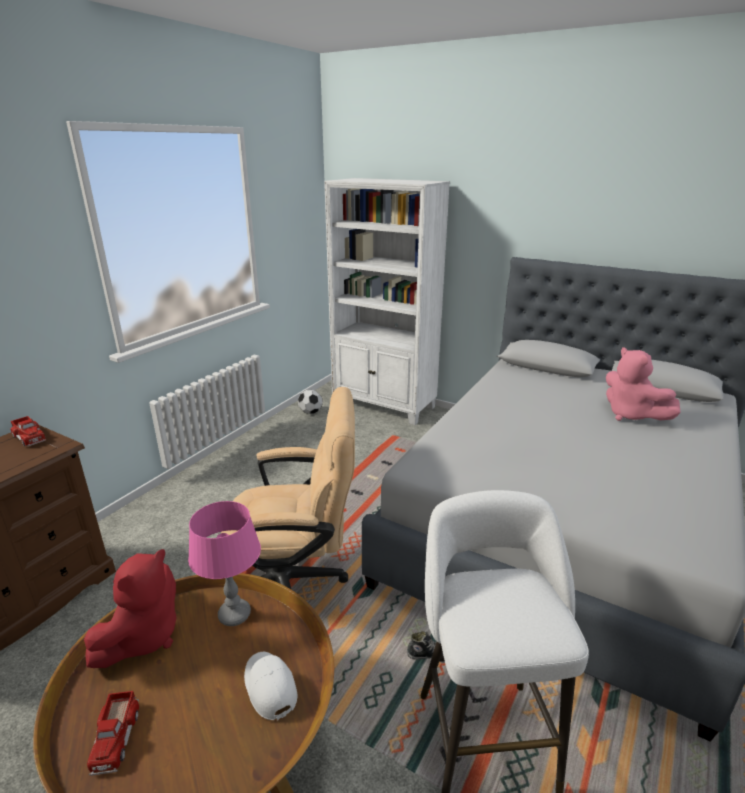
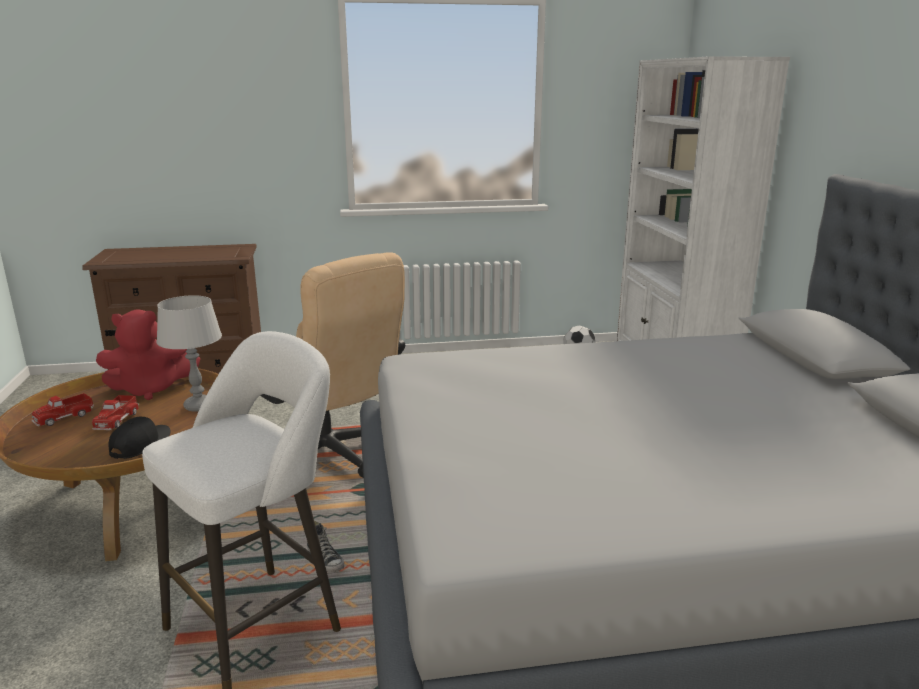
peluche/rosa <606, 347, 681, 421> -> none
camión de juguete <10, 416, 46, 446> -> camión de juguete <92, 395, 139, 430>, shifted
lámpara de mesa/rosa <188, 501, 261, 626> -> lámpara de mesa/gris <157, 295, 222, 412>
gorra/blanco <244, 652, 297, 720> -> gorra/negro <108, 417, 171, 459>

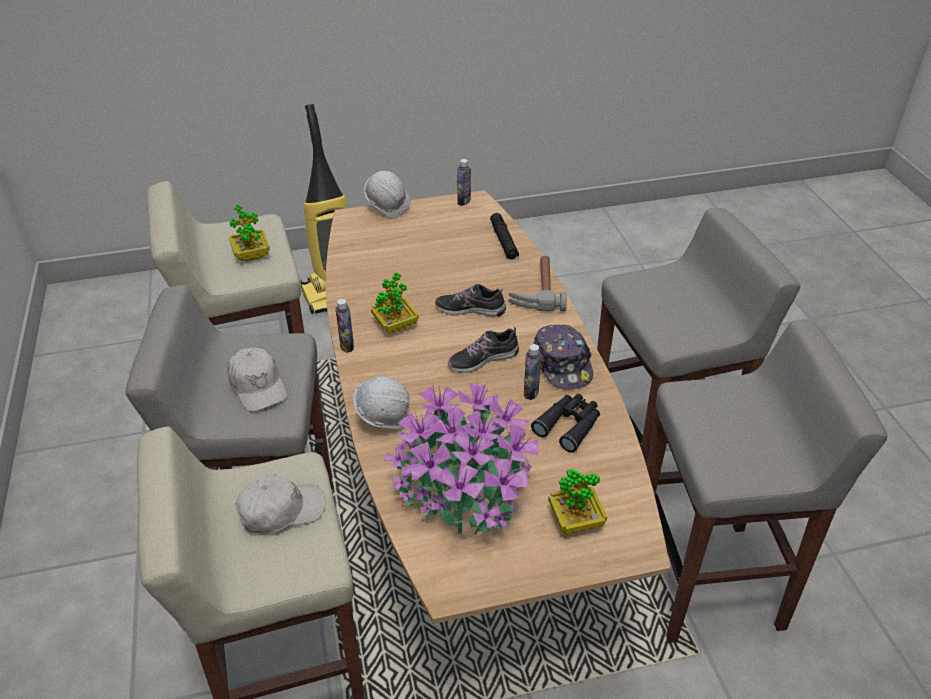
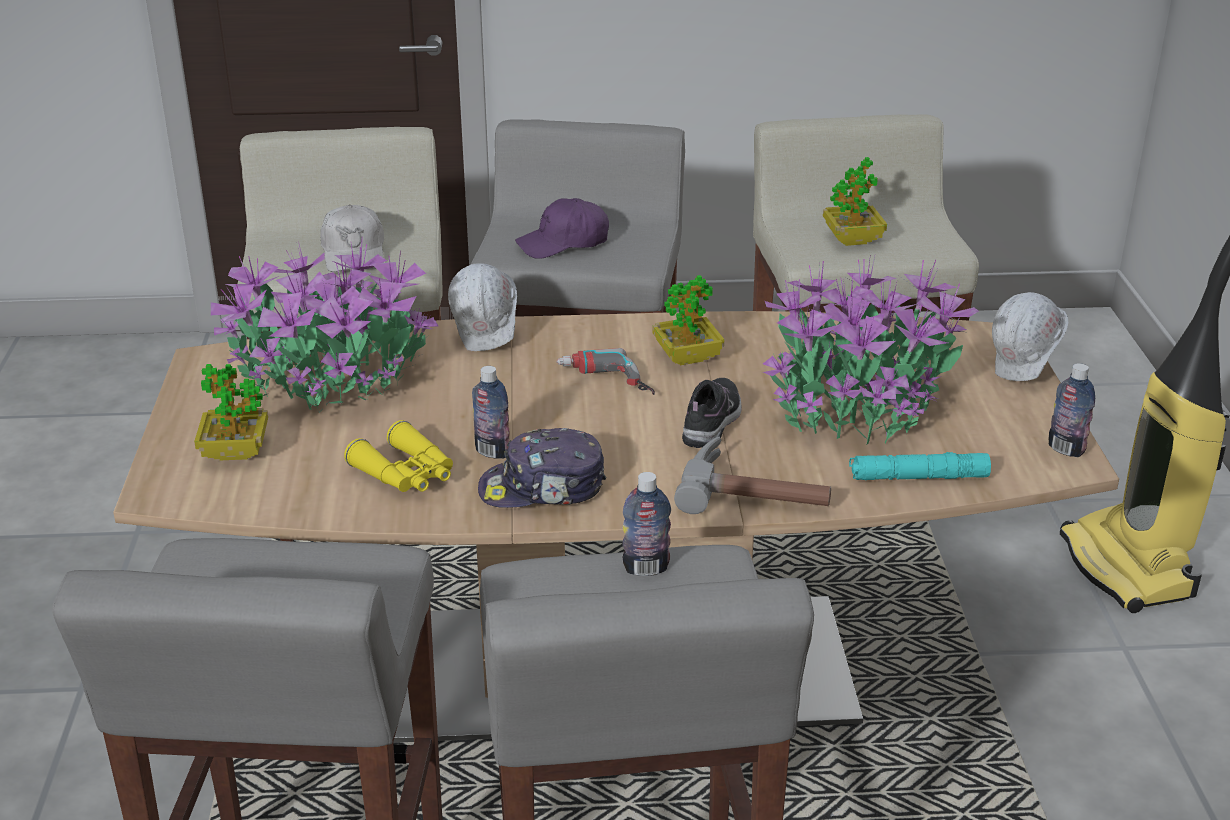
zapato <448, 327, 519, 373> -> none
none -> taladro <556, 348, 655, 395>
none -> planta en maceta <763, 256, 979, 444>
botella <335, 299, 354, 353> -> botella <622, 472, 671, 576>, shifted
gorra/blanco <228, 348, 287, 412> -> gorra/morado <515, 198, 609, 259>
linterna/negro <490, 213, 519, 259> -> linterna/turquesa <849, 452, 991, 480>
prismáticos/negro <531, 394, 600, 453> -> prismáticos/amarillo <344, 420, 453, 492>

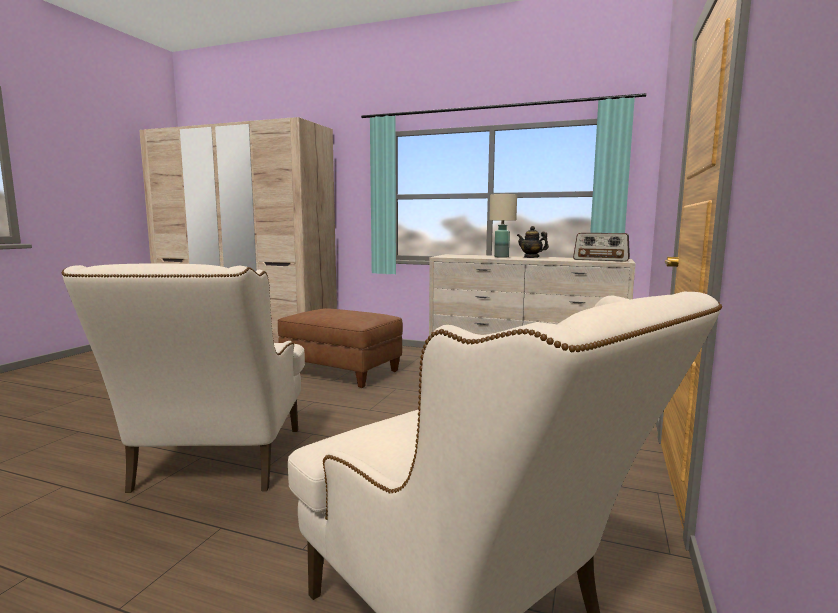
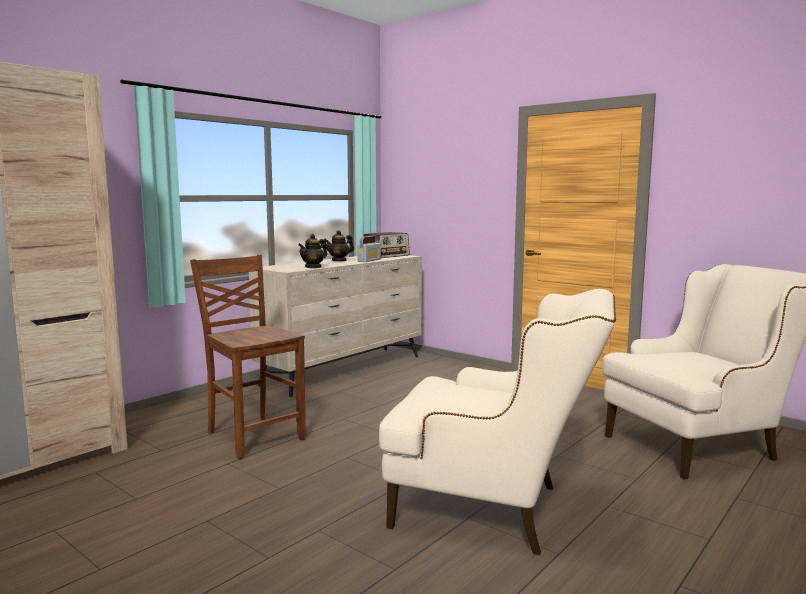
lámpara de mesa/beis <489, 194, 517, 258> -> none
none -> tetera <298, 234, 327, 268>
none -> radio <357, 236, 381, 262>
puf/marrón <278, 308, 403, 388> -> silla/marrón <190, 255, 306, 459>

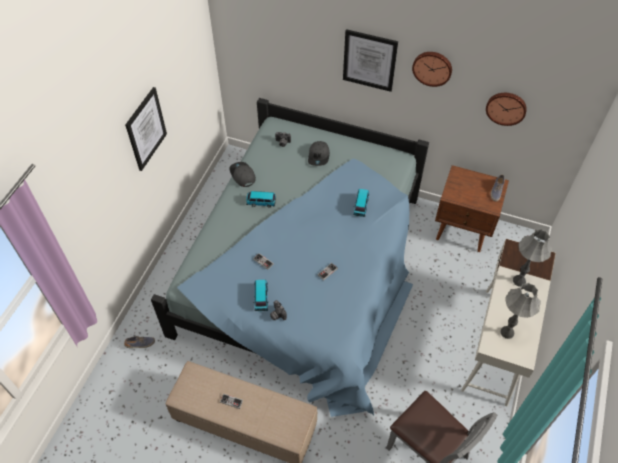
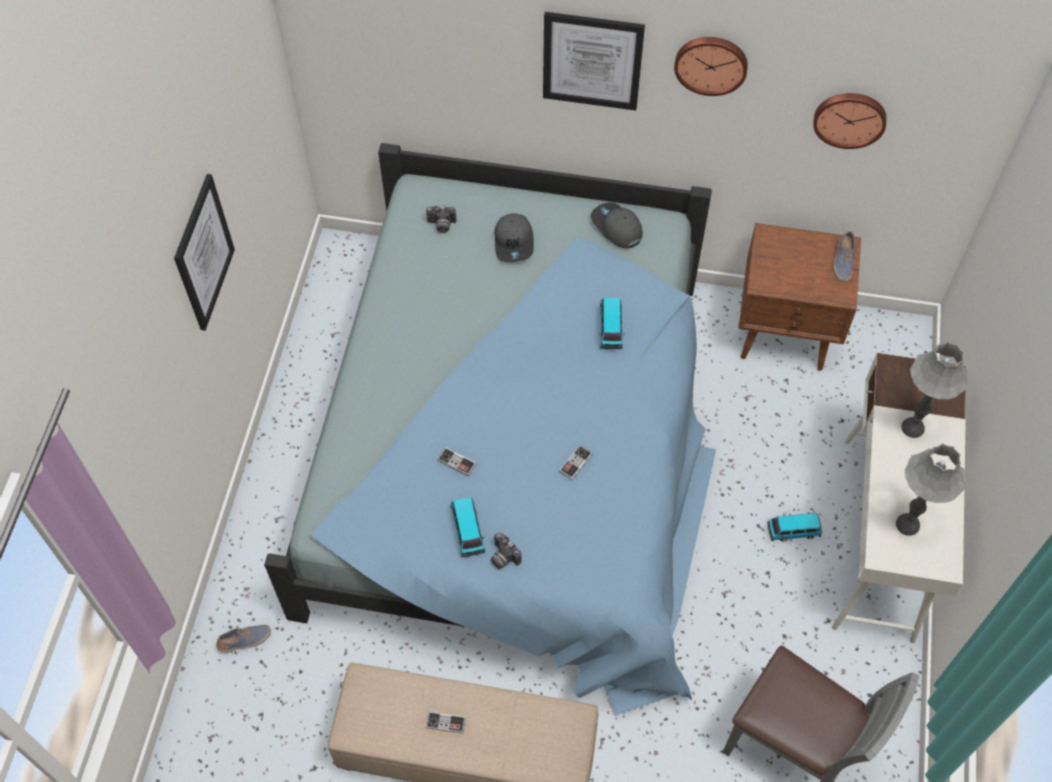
gorra/gris <229, 162, 256, 187> -> gorra/gris <591, 202, 643, 248>, shifted
coche de juguete <246, 191, 276, 208> -> coche de juguete <767, 513, 822, 542>, shifted

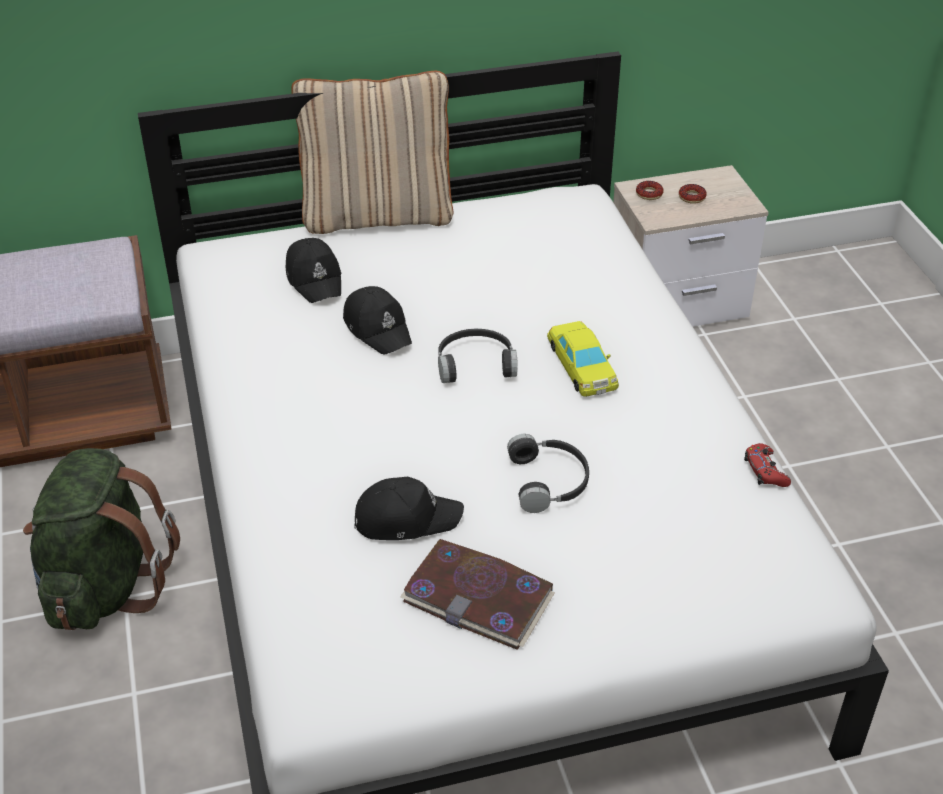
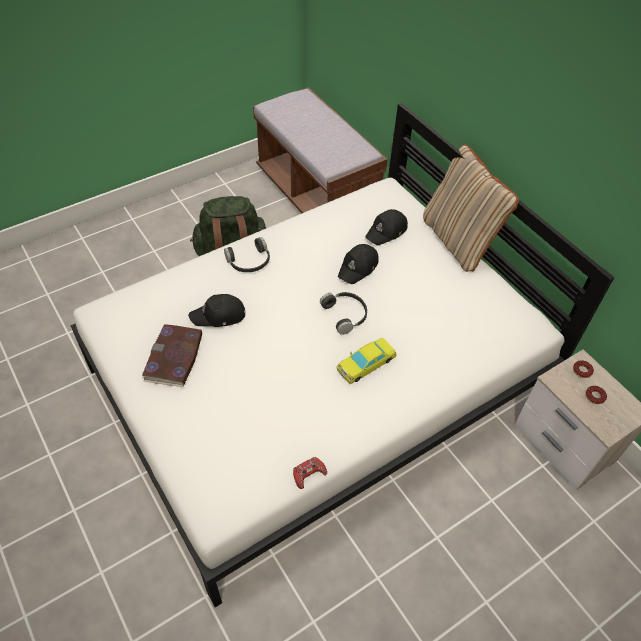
auriculares/negro <507, 434, 589, 513> -> auriculares/negro <224, 237, 270, 272>, shifted
gorra/negro <354, 477, 464, 540> -> gorra/negro <188, 294, 245, 327>, 105 degrees clockwise

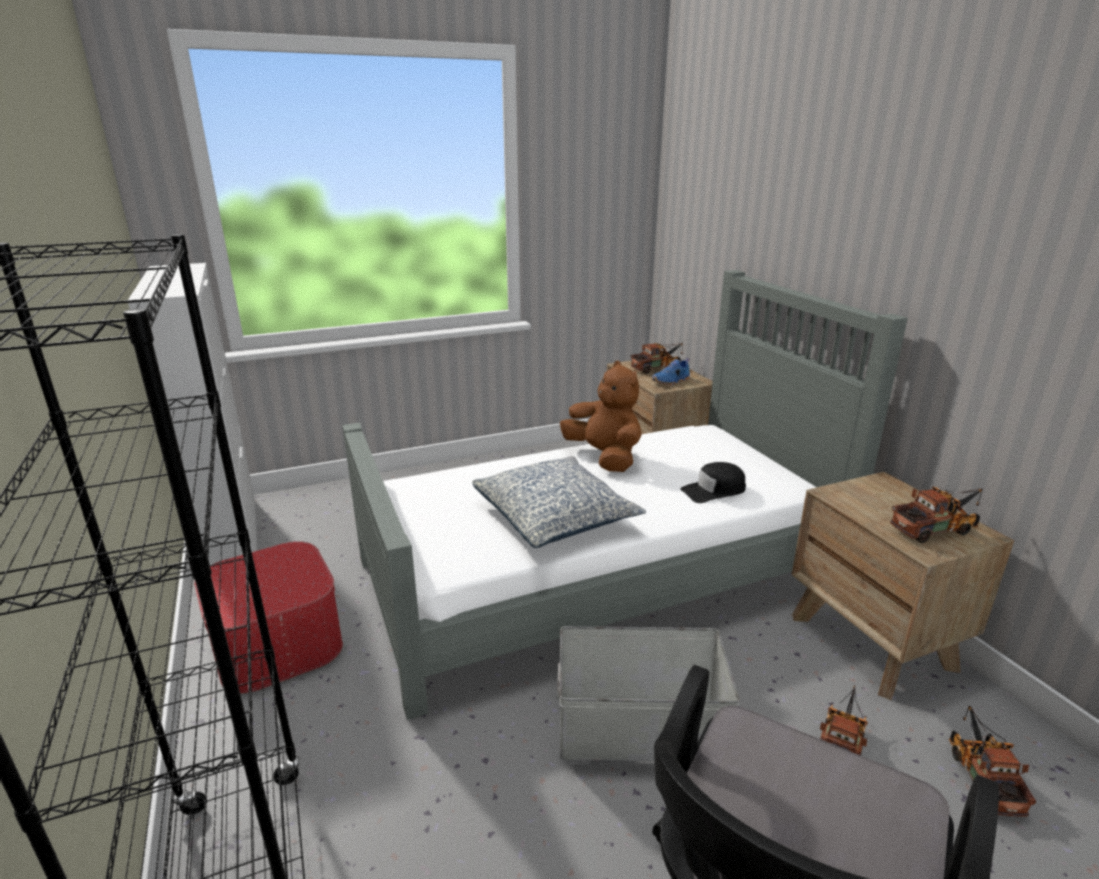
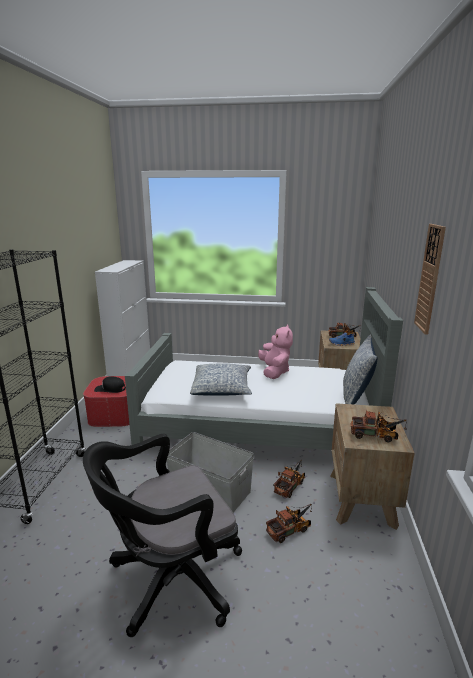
none -> cojín <343, 334, 378, 405>
none -> reloj de pared <414, 224, 446, 335>
gorra/negro <680, 462, 746, 503> -> gorra/negro <94, 376, 126, 393>, shifted
camión de juguete <949, 706, 1036, 817> -> camión de juguete <273, 460, 305, 498>, shifted
peluche/marrón <560, 361, 641, 472> -> peluche/rosa <258, 325, 293, 379>

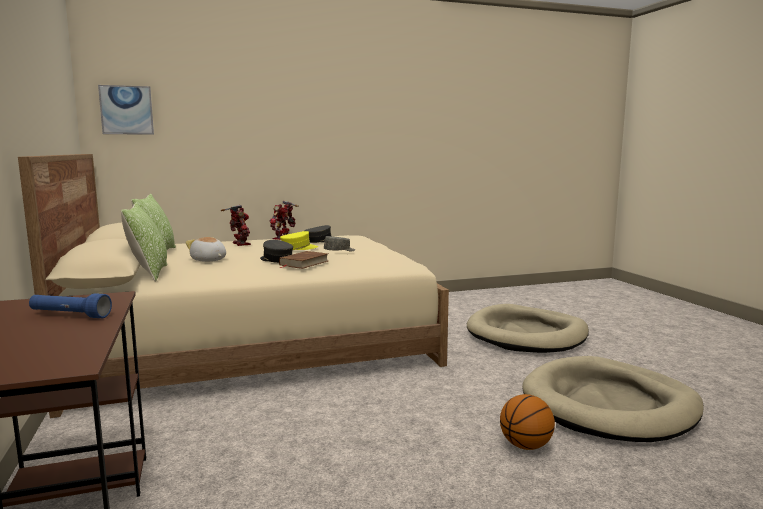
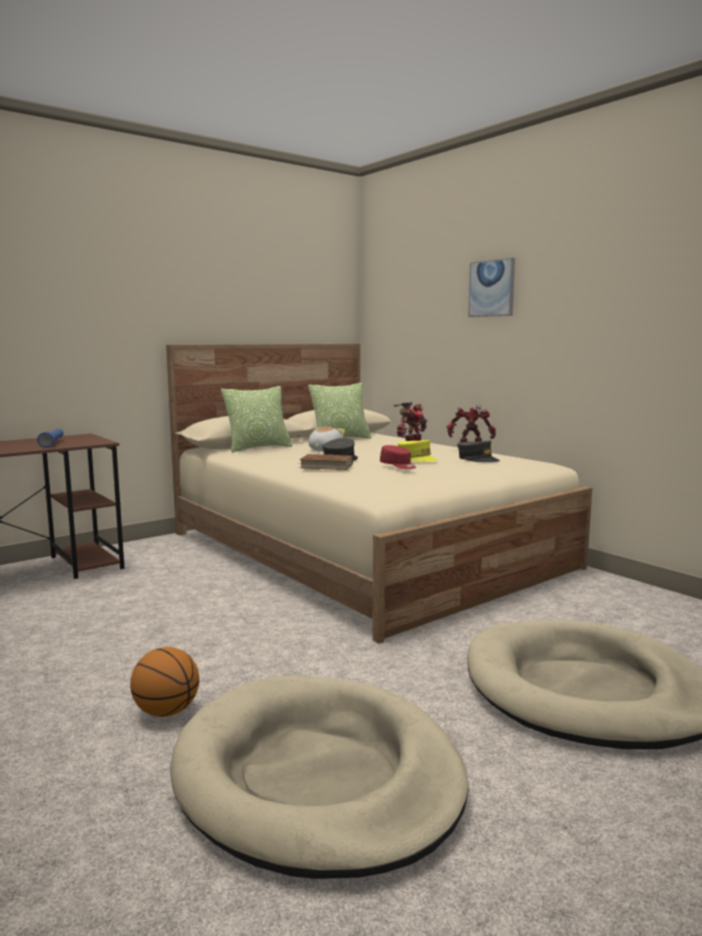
cuadro <98, 85, 154, 135> -> cuadro <468, 258, 515, 317>, shifted
gorra/gris <324, 236, 355, 251> -> gorra/rojo <380, 445, 416, 469>

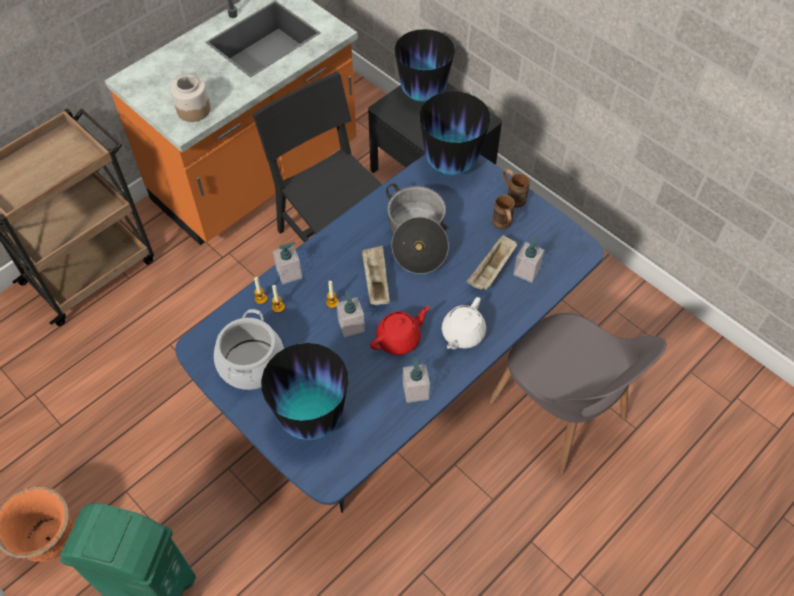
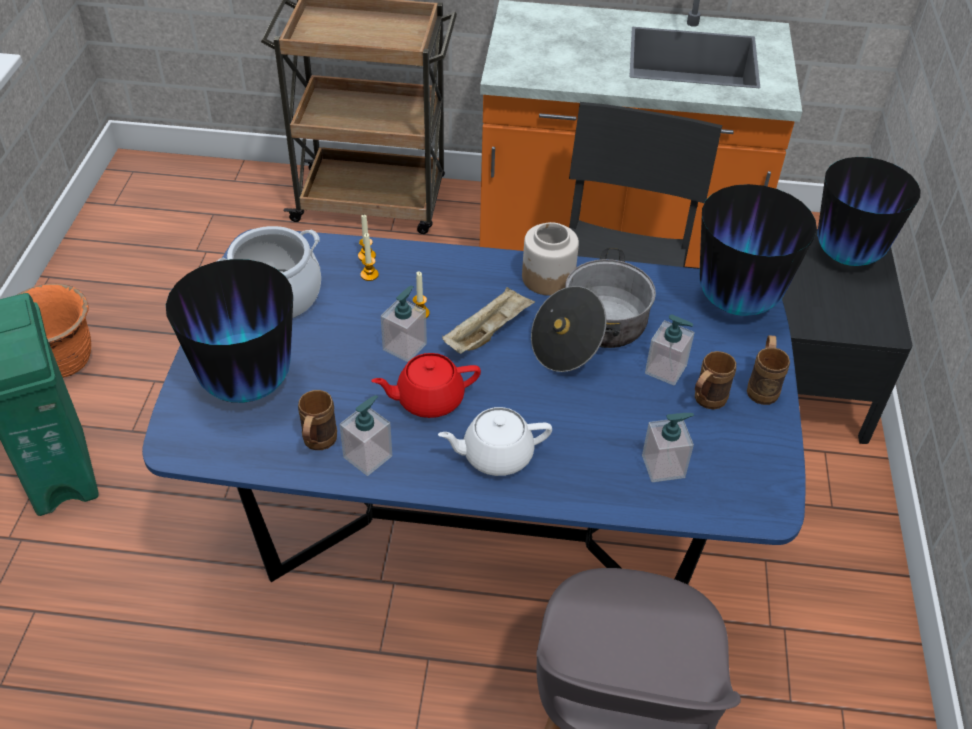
bandeja/beis <467, 235, 517, 290> -> none
none -> taza grande/marrón <298, 390, 337, 450>
tarro <171, 75, 211, 122> -> tarro <522, 222, 579, 296>, shifted
dispensador de jabón <273, 242, 302, 284> -> dispensador de jabón <645, 314, 694, 385>, shifted
tetera/rojo <370, 306, 430, 355> -> tetera/rojo <371, 353, 481, 418>, 150 degrees clockwise

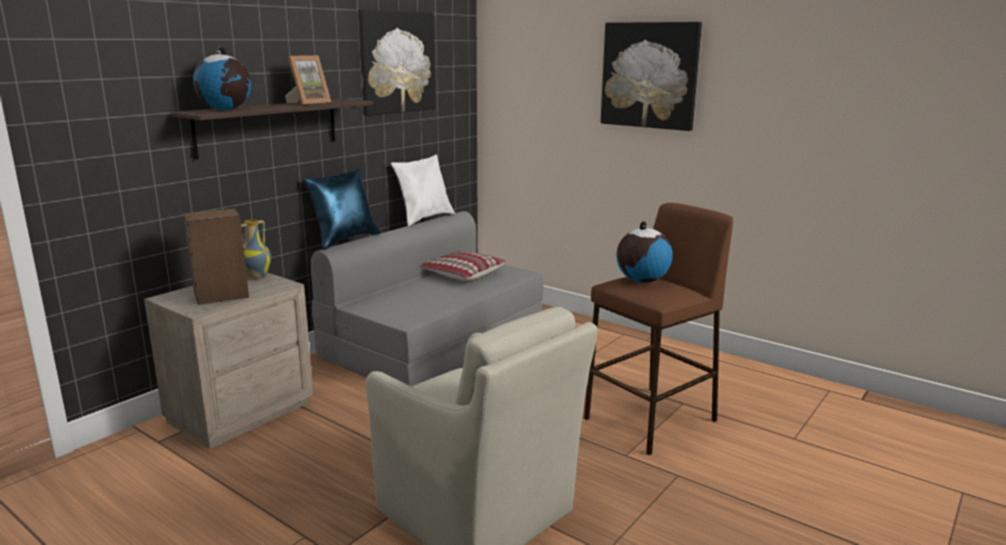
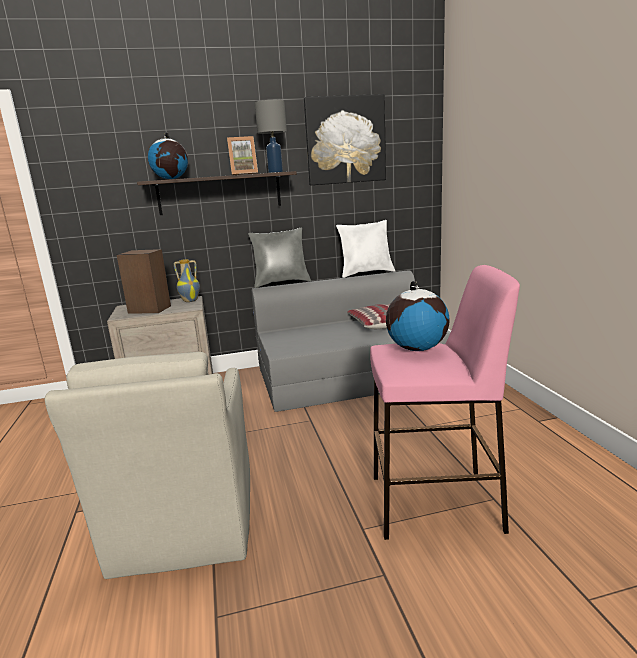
cuadro <601, 22, 702, 131> -> none
none -> lámpara de mesa/gris <255, 100, 287, 173>
cojín/azul <303, 168, 381, 250> -> cojín/gris <248, 228, 311, 288>
taburete/marrón <584, 203, 733, 455> -> taburete/rosa <370, 265, 520, 540>

